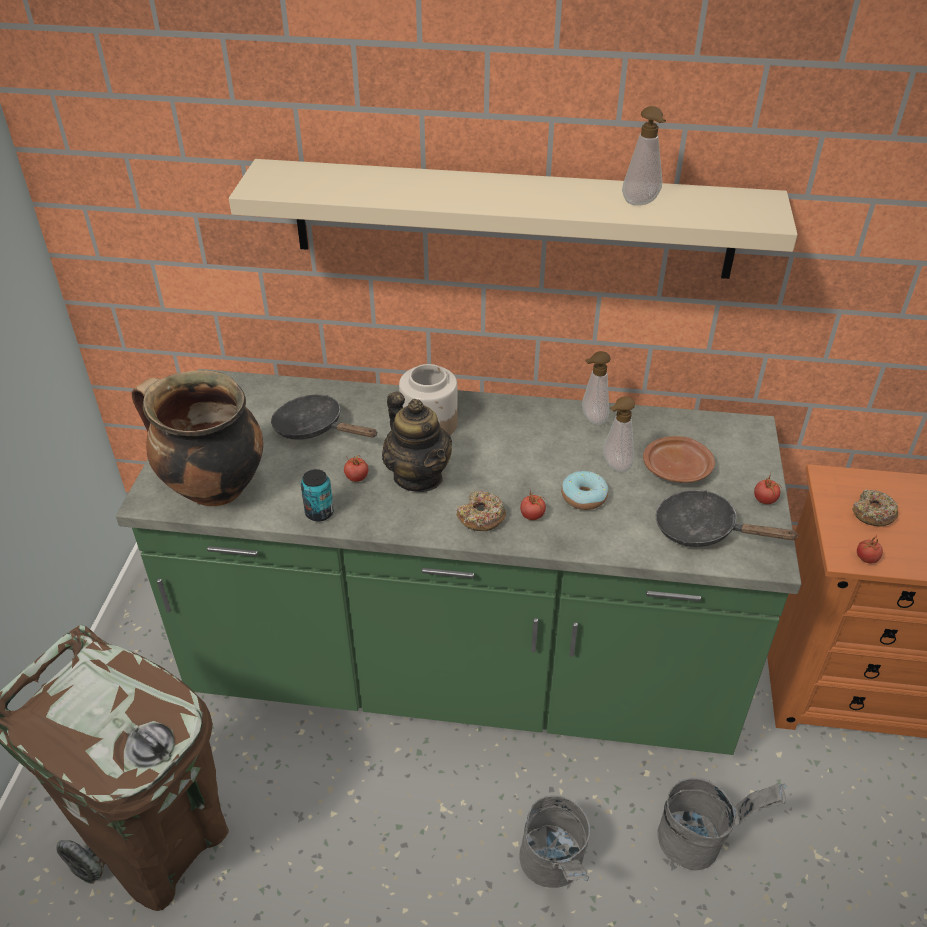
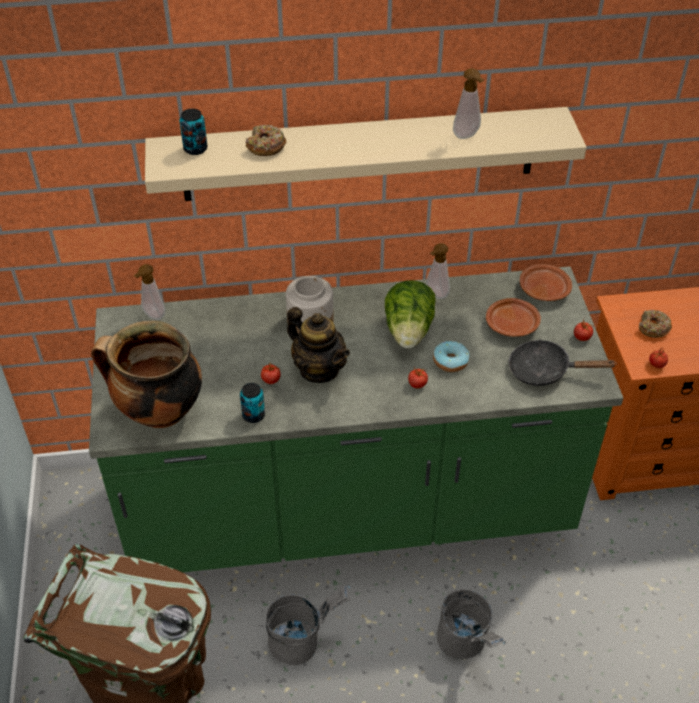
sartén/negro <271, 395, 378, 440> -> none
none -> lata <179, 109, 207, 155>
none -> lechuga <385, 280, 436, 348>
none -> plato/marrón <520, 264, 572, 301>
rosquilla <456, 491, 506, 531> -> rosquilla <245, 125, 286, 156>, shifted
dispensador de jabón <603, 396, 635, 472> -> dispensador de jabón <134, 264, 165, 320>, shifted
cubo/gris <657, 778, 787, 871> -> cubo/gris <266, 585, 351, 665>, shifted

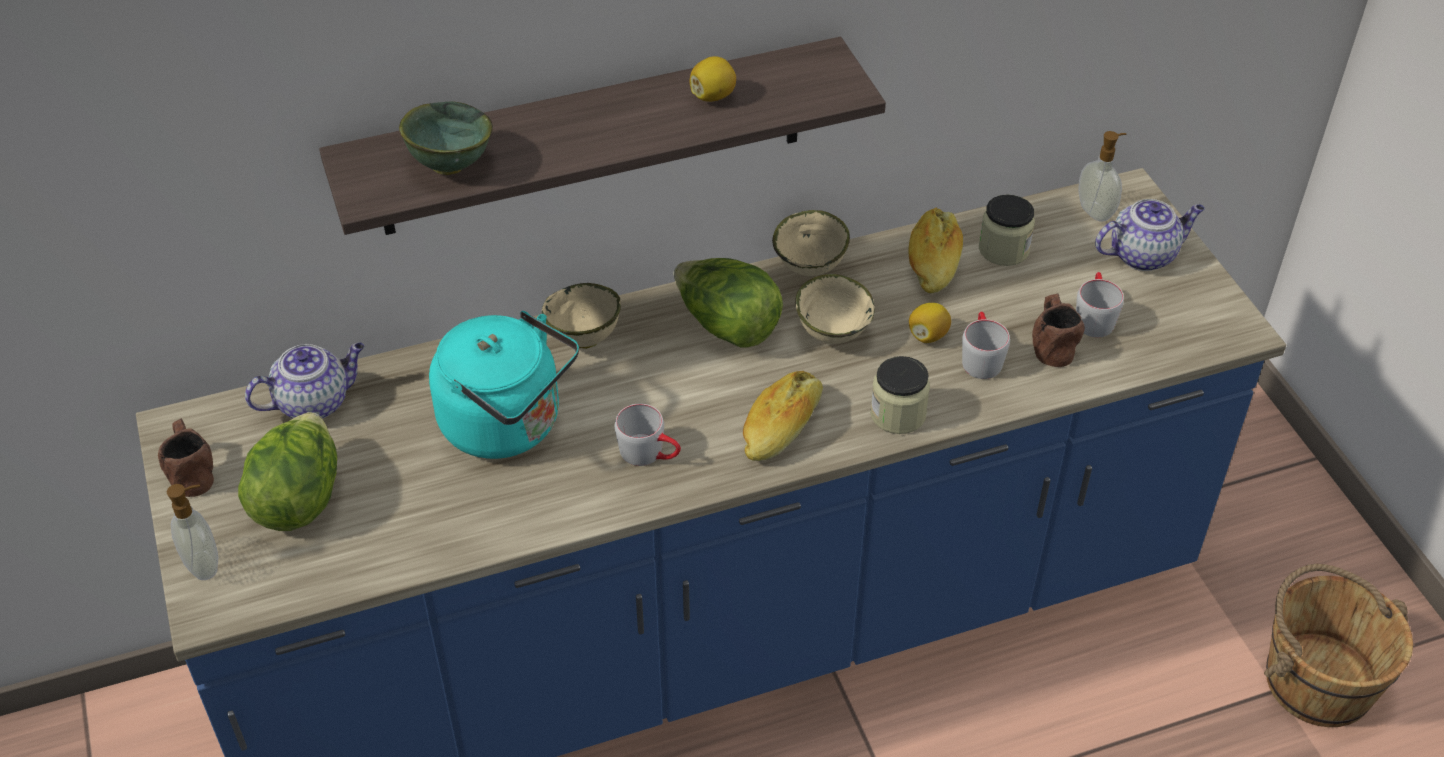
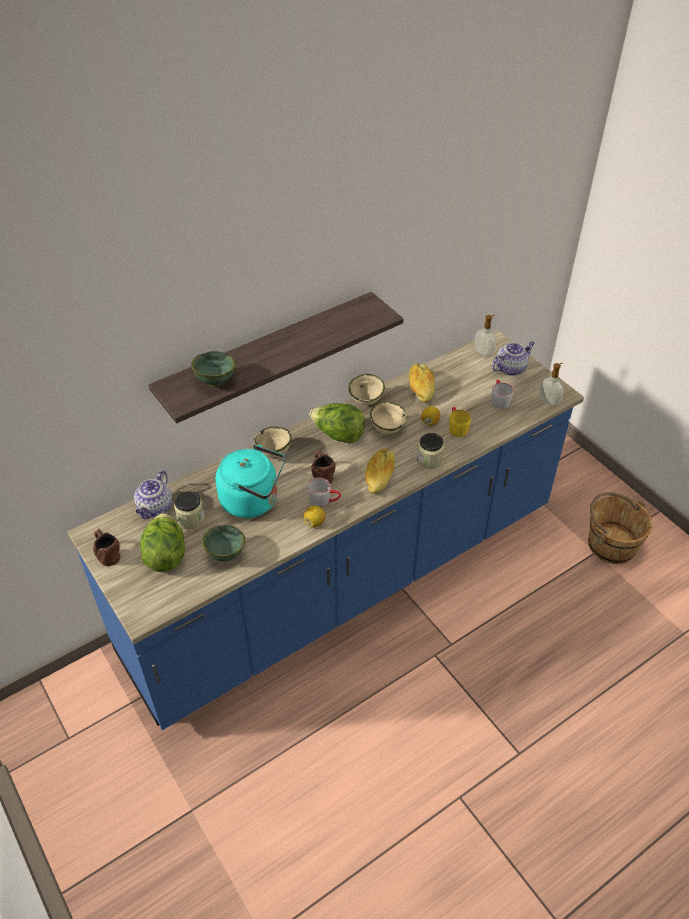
none -> cuenco/verde <202, 525, 245, 561>
dispensador de jabón <167, 484, 218, 580> -> dispensador de jabón <539, 363, 563, 406>, shifted
limón <690, 56, 736, 102> -> limón <304, 506, 325, 528>, shifted
tarro <979, 195, 1035, 266> -> tarro <174, 491, 205, 529>, shifted
taza grande/marrón <1032, 293, 1085, 367> -> taza grande/marrón <311, 450, 336, 484>, shifted
taza grande/gris <962, 311, 1010, 379> -> taza grande/amarillo <449, 407, 471, 437>
tetera <245, 343, 364, 419> -> tetera <134, 470, 172, 519>, 150 degrees clockwise

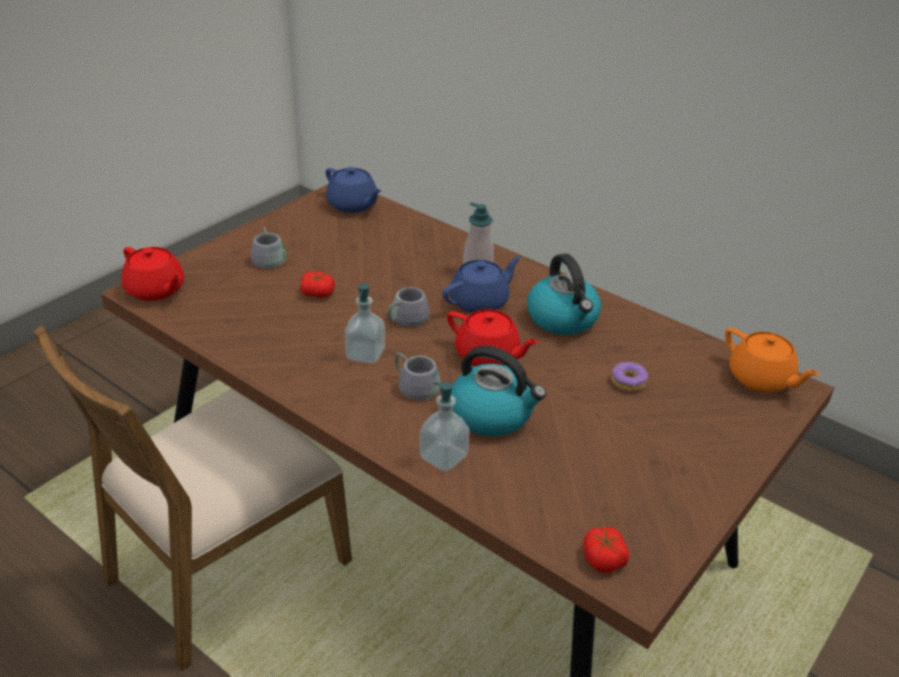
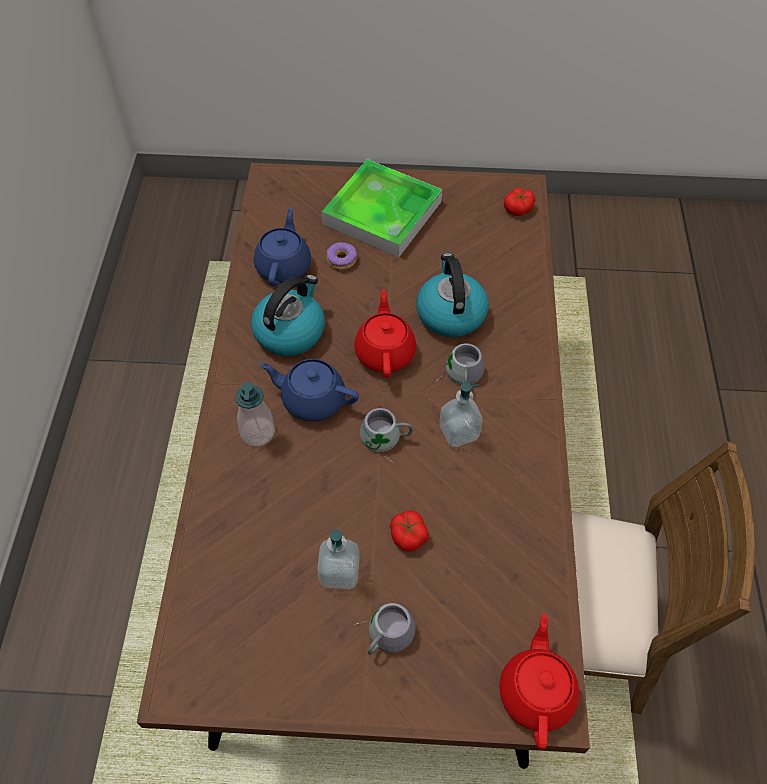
tetera/naranja <725, 328, 820, 393> -> none
none -> bandeja <322, 159, 442, 257>
tetera/azul <326, 167, 381, 213> -> tetera/azul <254, 208, 311, 286>, shifted
dispensador de jabón <420, 382, 470, 472> -> dispensador de jabón <317, 529, 360, 589>, shifted

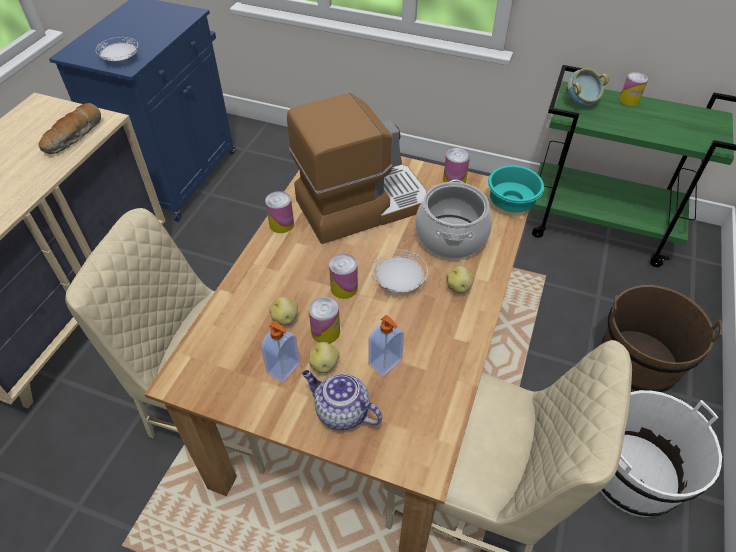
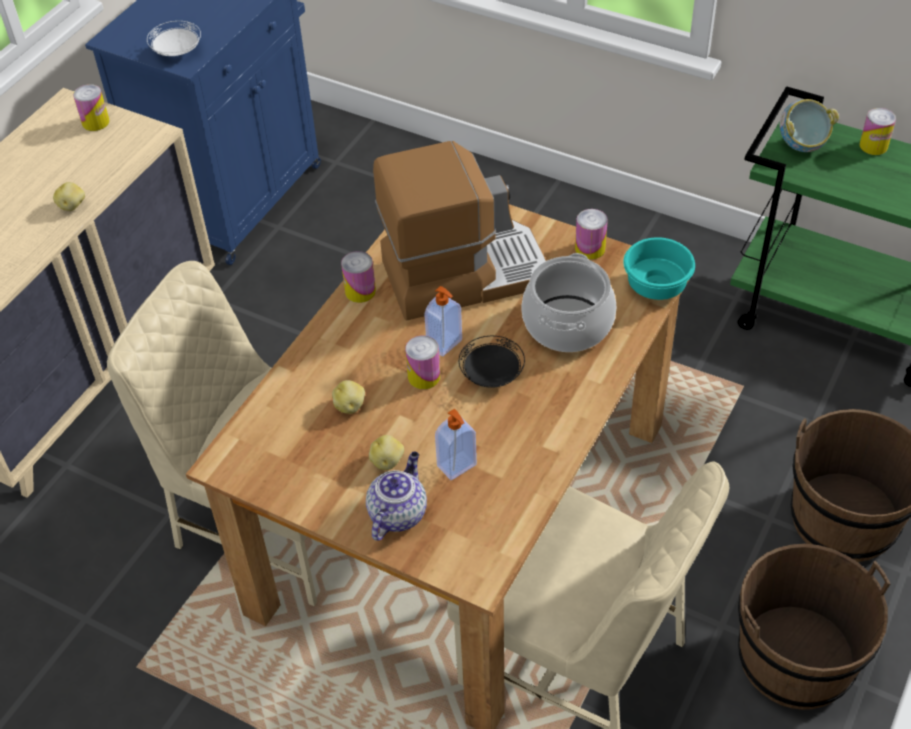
pan <39, 103, 101, 154> -> none
dispensador de jabón <261, 321, 300, 383> -> dispensador de jabón <424, 286, 462, 357>, shifted
lata <309, 297, 340, 343> -> lata <73, 84, 110, 131>, shifted
patata <446, 266, 474, 293> -> patata <53, 182, 85, 211>, shifted
plato/blanco <373, 250, 428, 293> -> plato/negro <459, 336, 525, 388>
cubo/blanco <600, 390, 722, 517> -> cubo/marrón <738, 544, 890, 710>
tetera <302, 370, 382, 430> -> tetera <366, 451, 427, 541>, 75 degrees clockwise

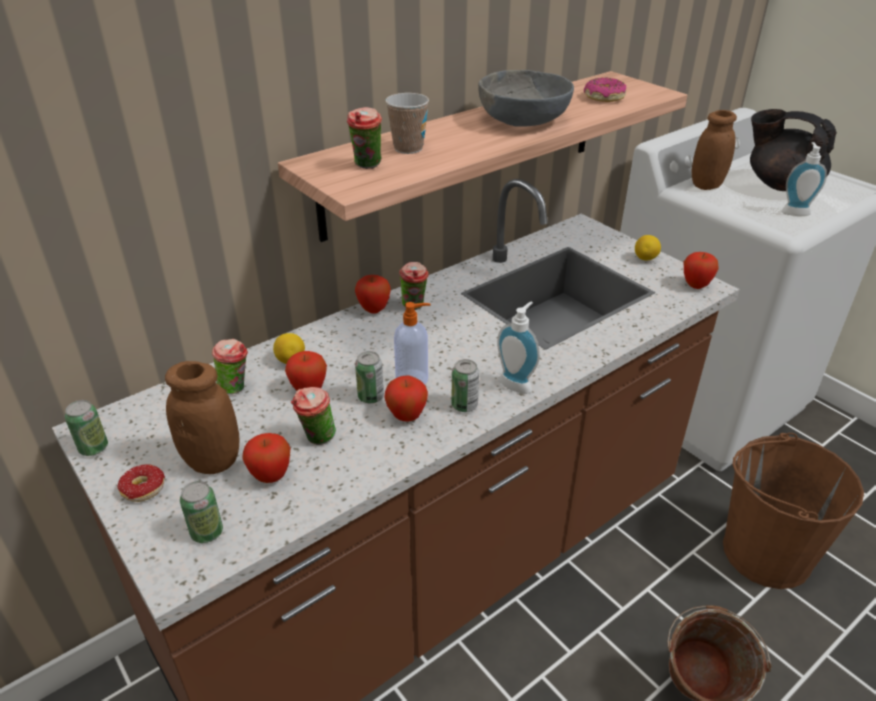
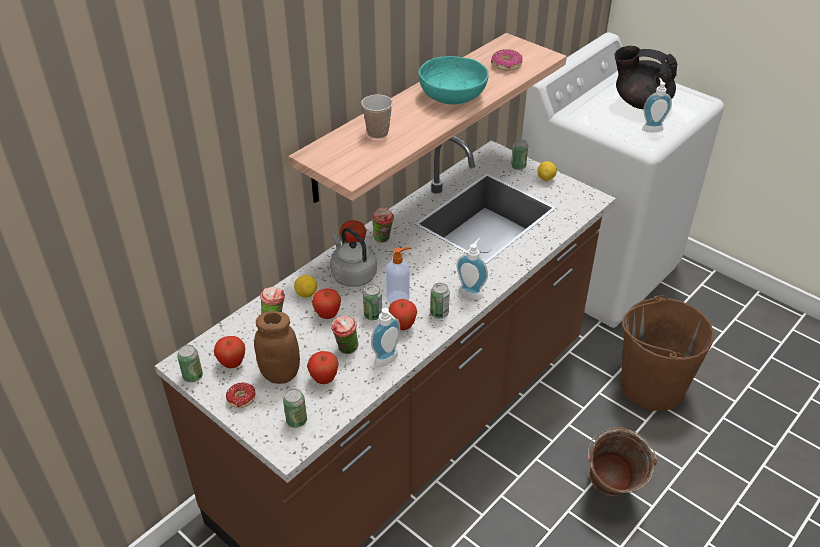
taza <347, 107, 382, 169> -> none
tarro/marrón <692, 110, 737, 190> -> none
none -> hervidor/gris <330, 227, 377, 287>
none -> dispensador de jabón <371, 308, 400, 367>
none -> lata <511, 139, 528, 170>
manzana <684, 252, 718, 289> -> manzana <214, 336, 245, 368>, shifted
cuenco/gris <478, 70, 574, 127> -> cuenco/turquesa <418, 56, 489, 105>

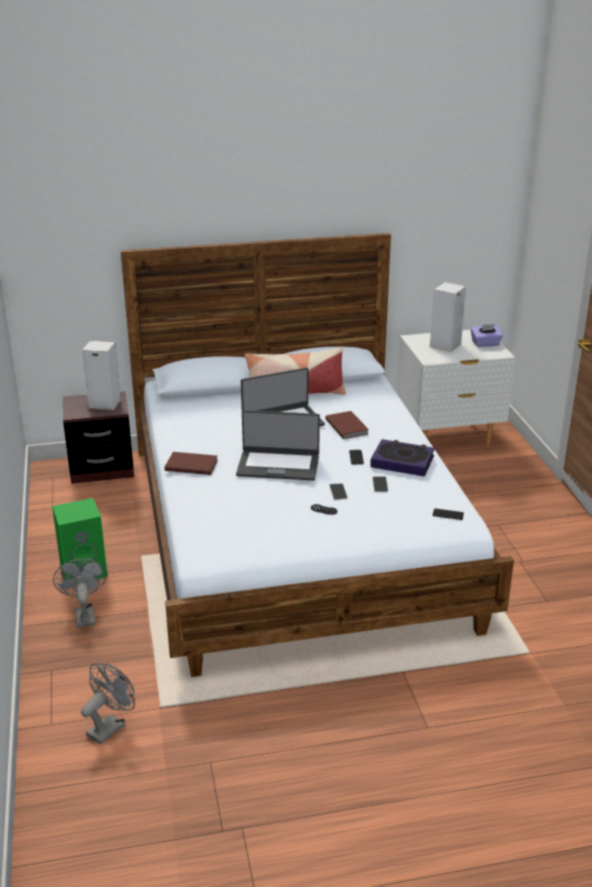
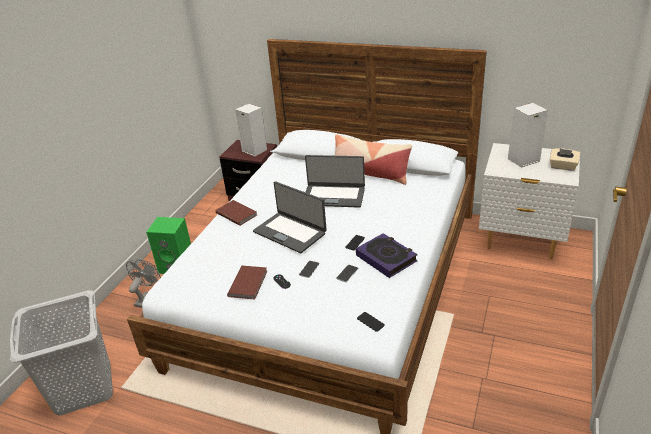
libro/marrón <325, 411, 369, 439> -> libro/marrón <227, 266, 267, 300>, shifted
ventilador/gris <81, 663, 135, 745> -> cesto de la ropa/gris <10, 290, 113, 416>
caja de pañuelos/morado <471, 324, 503, 347> -> caja de pañuelos/beis <550, 148, 580, 171>

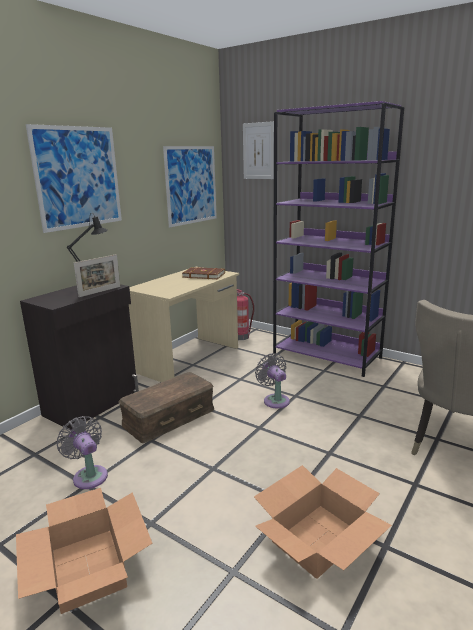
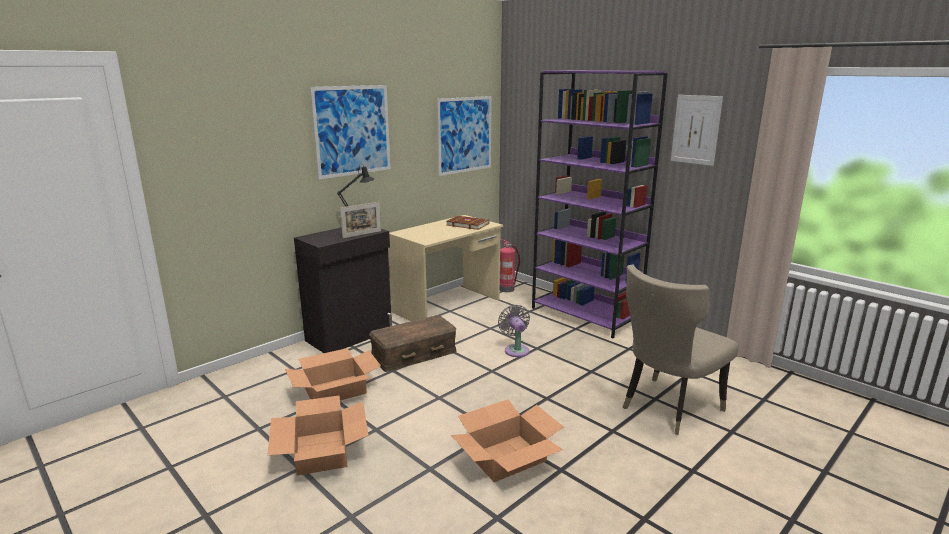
cuadro <243, 121, 274, 179> -> cuadro <671, 95, 723, 166>, shifted
ventilador/gris <57, 416, 108, 489> -> caja de cartón <285, 348, 381, 400>

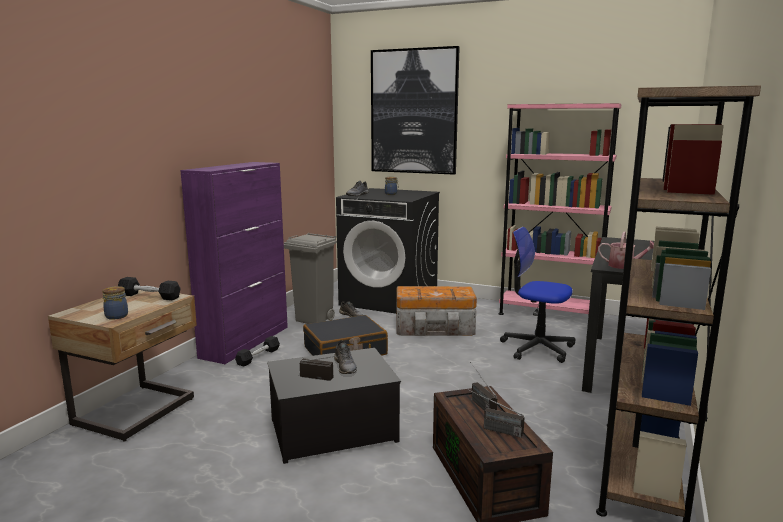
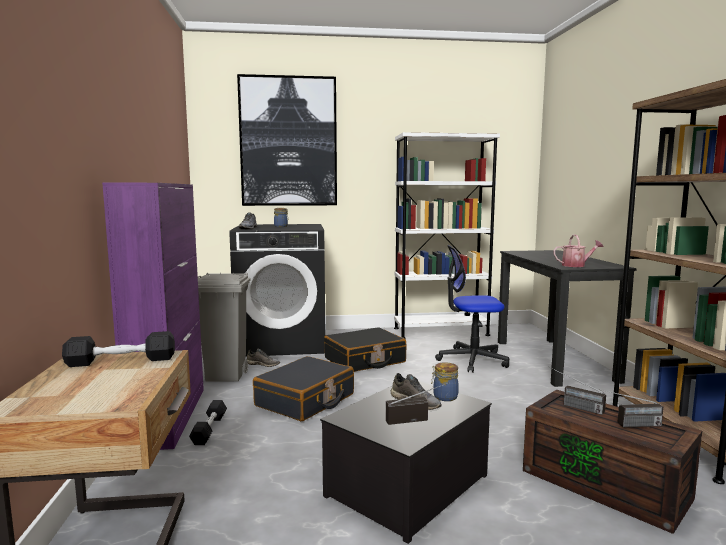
tarro <102, 286, 128, 320> -> tarro <431, 362, 459, 401>, shifted
caja de almacenaje <396, 286, 477, 336> -> maleta/negro <324, 327, 406, 372>
estantería/rosa <498, 103, 622, 315> -> estantería/blanco <394, 132, 500, 339>

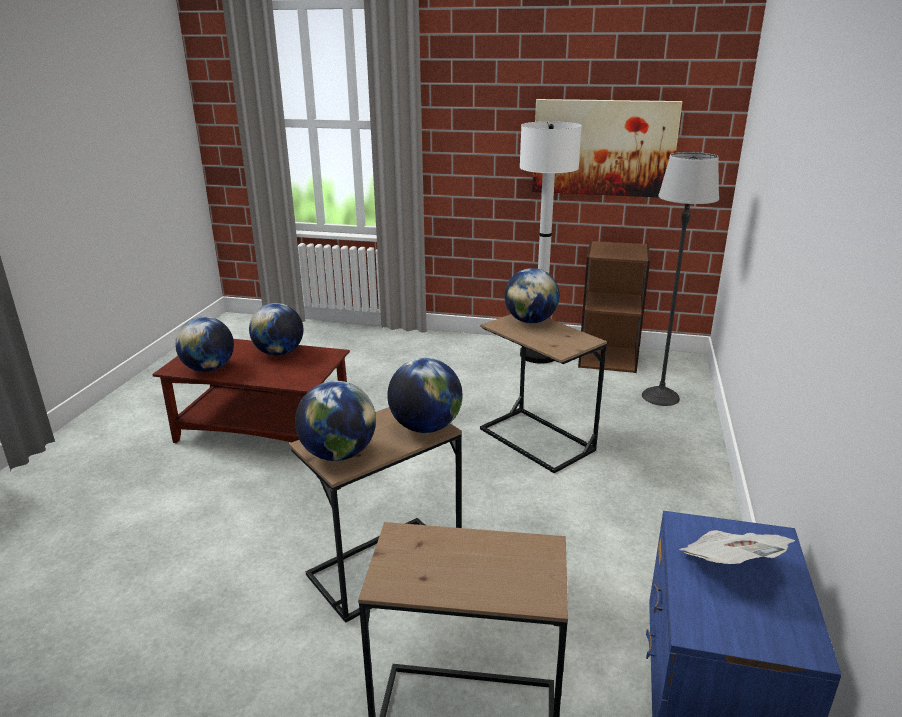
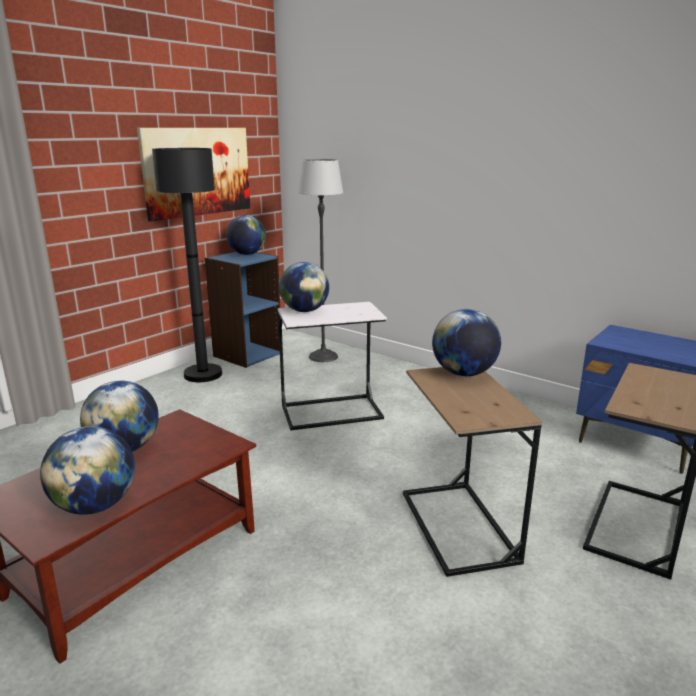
periódico <679, 530, 795, 564> -> none
globo terráqueo <295, 381, 376, 461> -> globo terráqueo <226, 215, 266, 255>, shifted
mesa auxiliar/marrón <480, 314, 607, 473> -> mesa auxiliar/blanco <278, 302, 387, 430>
lámpara de pie/blanco <520, 121, 582, 364> -> lámpara de pie/negro <152, 148, 222, 382>
estantería/marrón <578, 241, 650, 373> -> estantería/azul <205, 252, 280, 368>

